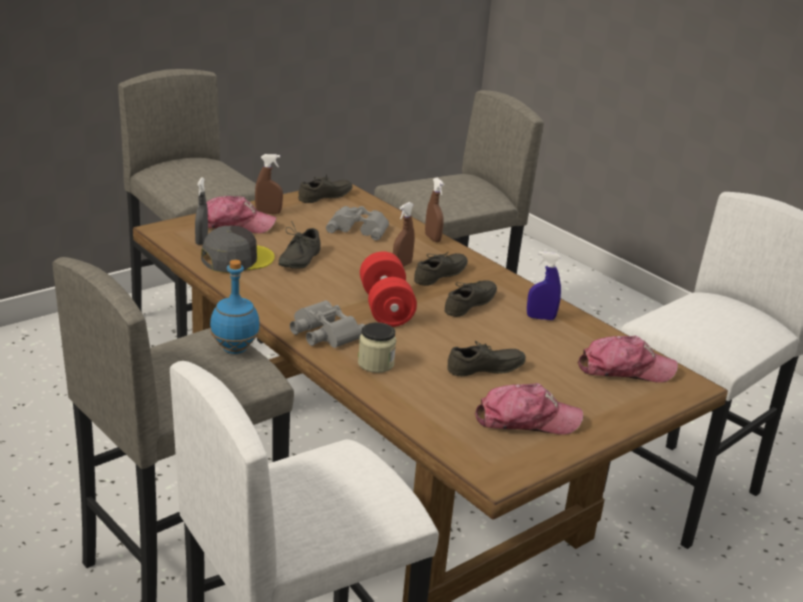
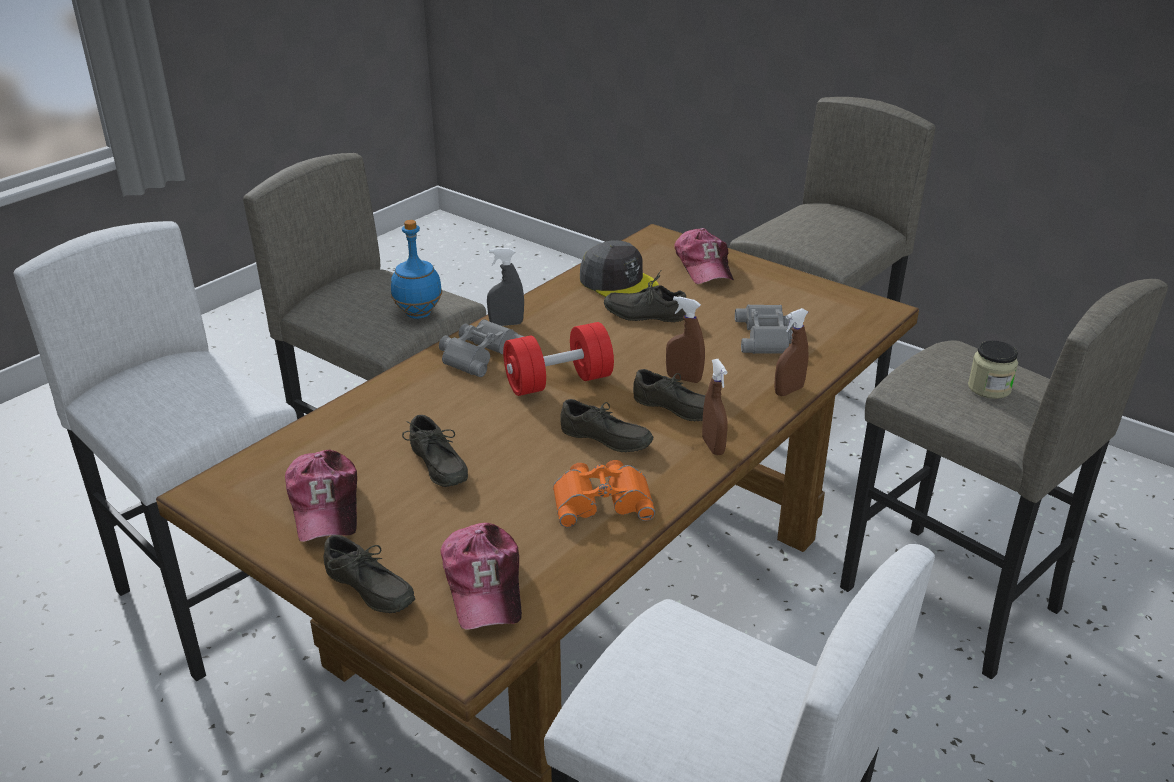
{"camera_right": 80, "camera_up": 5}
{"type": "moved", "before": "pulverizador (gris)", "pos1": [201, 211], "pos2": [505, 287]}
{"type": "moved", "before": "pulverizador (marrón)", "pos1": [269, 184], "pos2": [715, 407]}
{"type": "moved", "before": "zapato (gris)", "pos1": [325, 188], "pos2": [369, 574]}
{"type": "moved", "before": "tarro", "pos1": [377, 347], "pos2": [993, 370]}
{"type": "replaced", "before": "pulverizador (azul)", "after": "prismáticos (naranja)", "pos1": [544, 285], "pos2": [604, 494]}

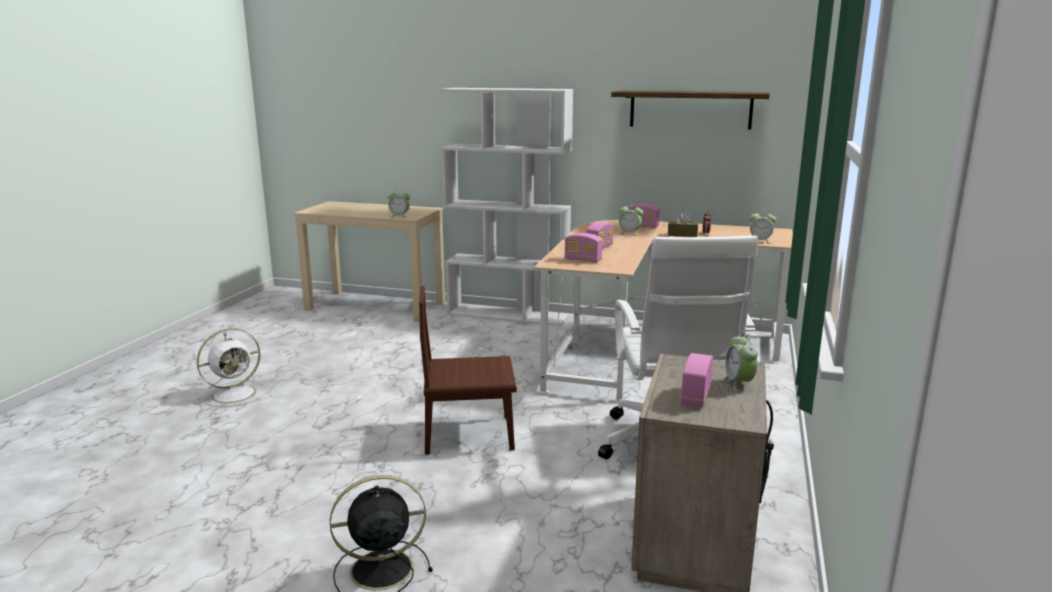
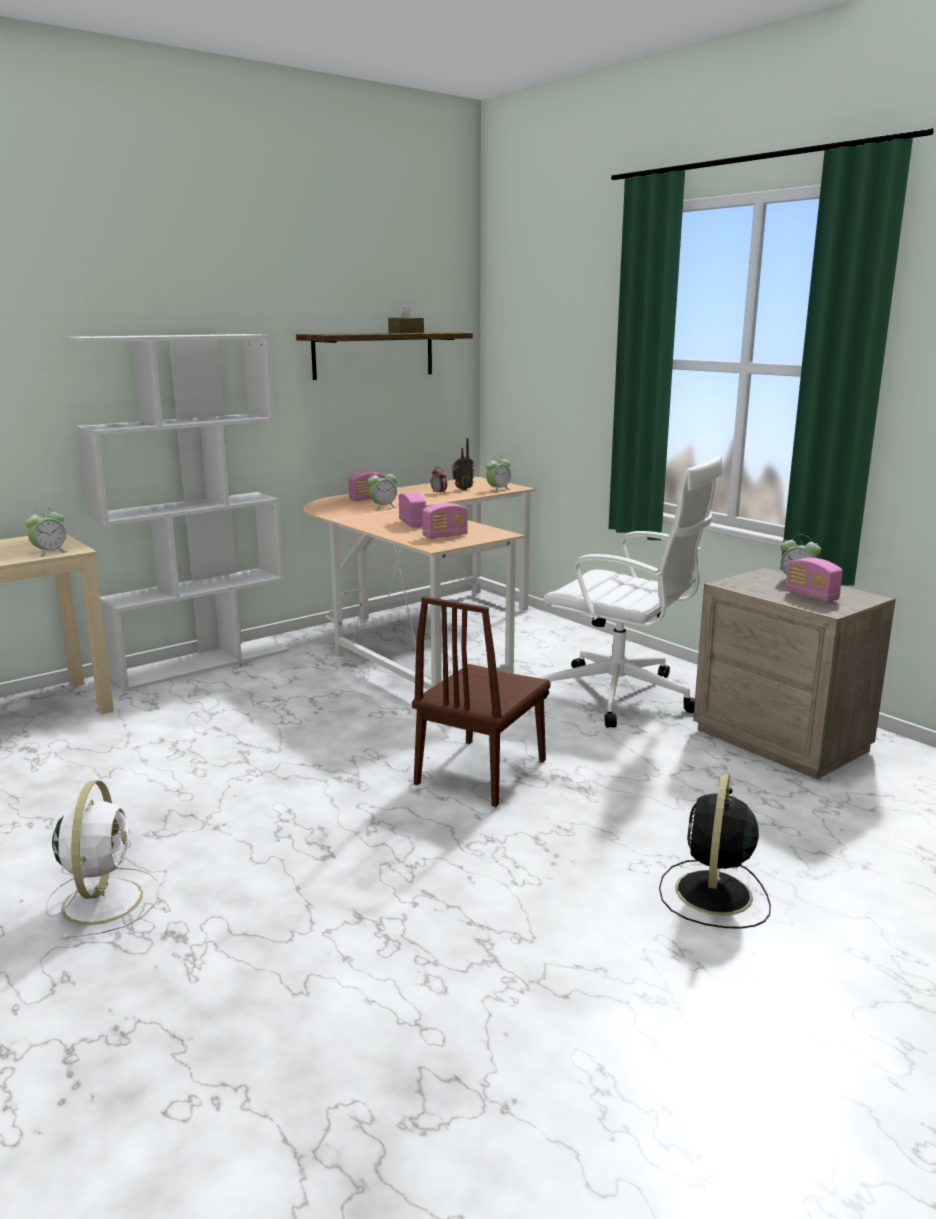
{"camera_right": -55, "camera_up": 0}
{"type": "moved", "before": "caja de pañuelos (marrón)", "pos1": [683, 224], "pos2": [406, 318]}
{"type": "added", "after": "radio", "pos2": [463, 464]}

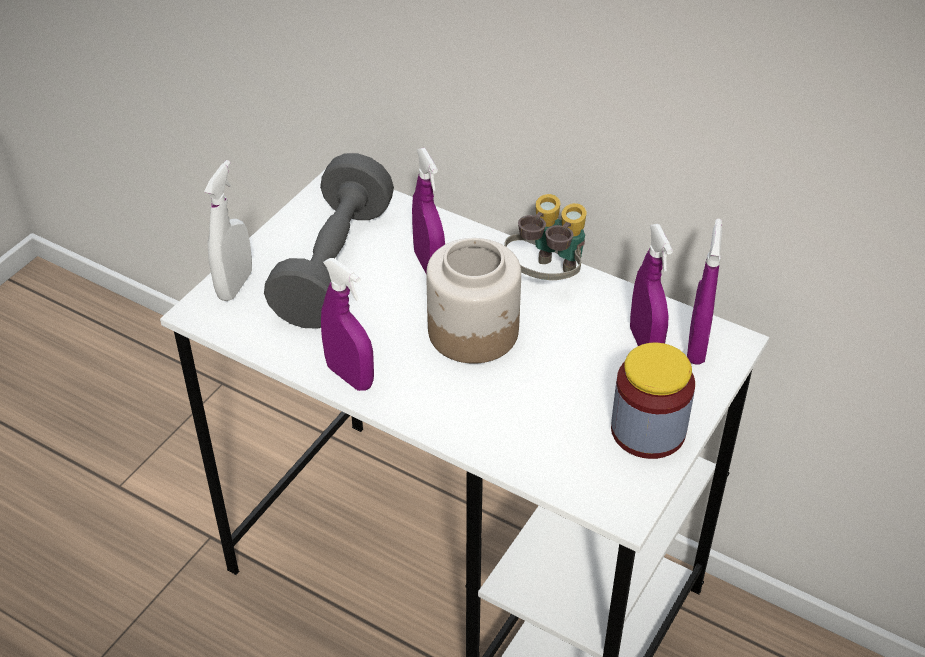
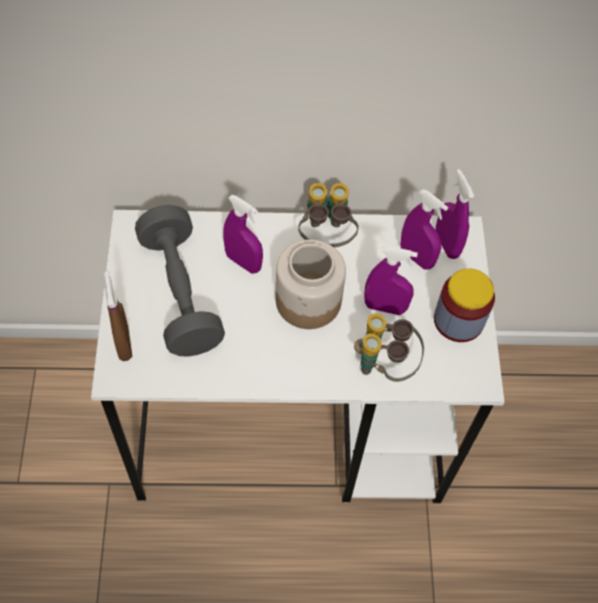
{"camera_right": -35, "camera_up": 15}
{"type": "recoloured", "before": "pulverizador (blanco)", "after": "pulverizador (marrón)", "pos1": [228, 230], "pos2": [118, 316]}
{"type": "moved", "before": "pulverizador (morado)", "pos1": [347, 324], "pos2": [391, 280]}
{"type": "added", "after": "prismáticos", "pos2": [389, 347]}

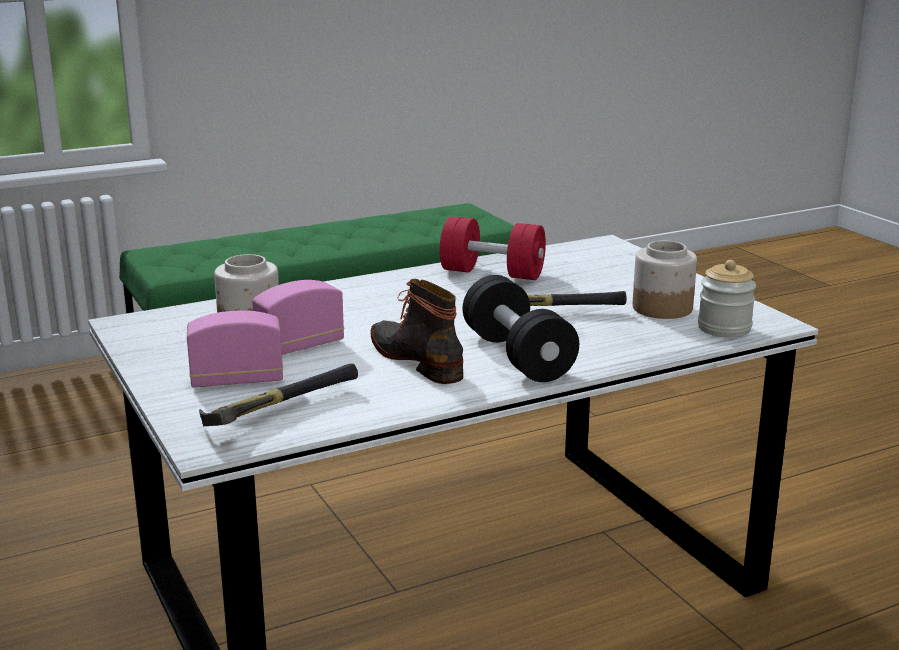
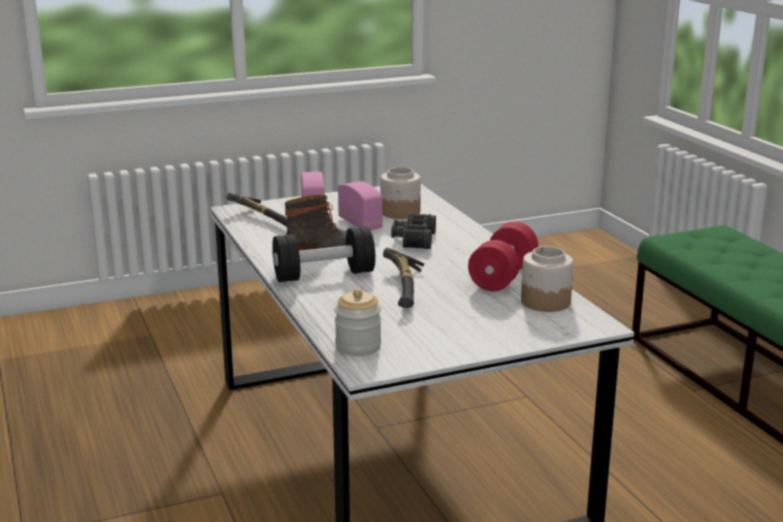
{"camera_right": 95, "camera_up": 0}
{"type": "moved", "before": "tarro", "pos1": [665, 280], "pos2": [547, 279]}
{"type": "added", "after": "prismáticos (negro)", "pos2": [413, 231]}

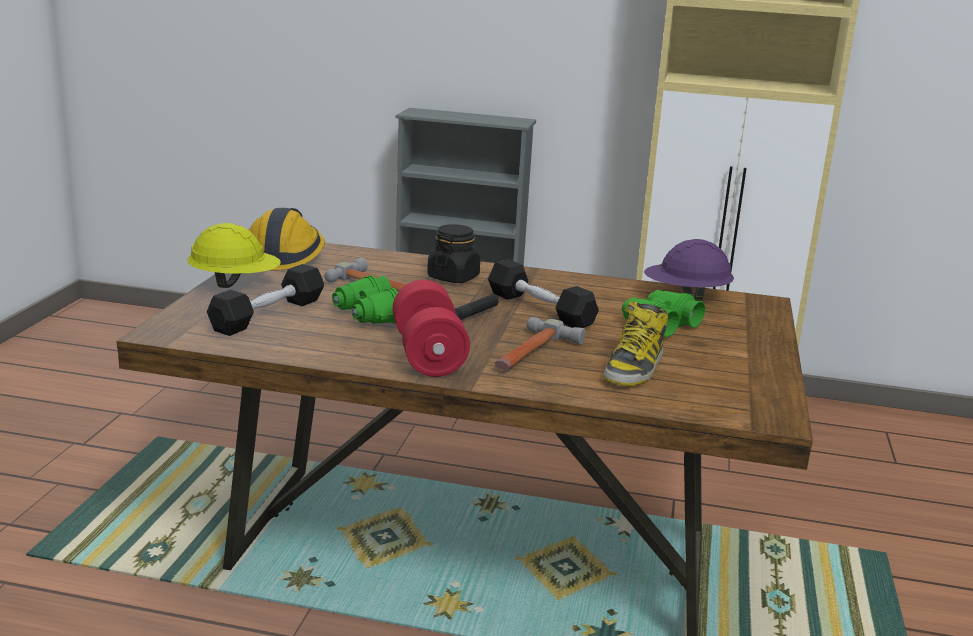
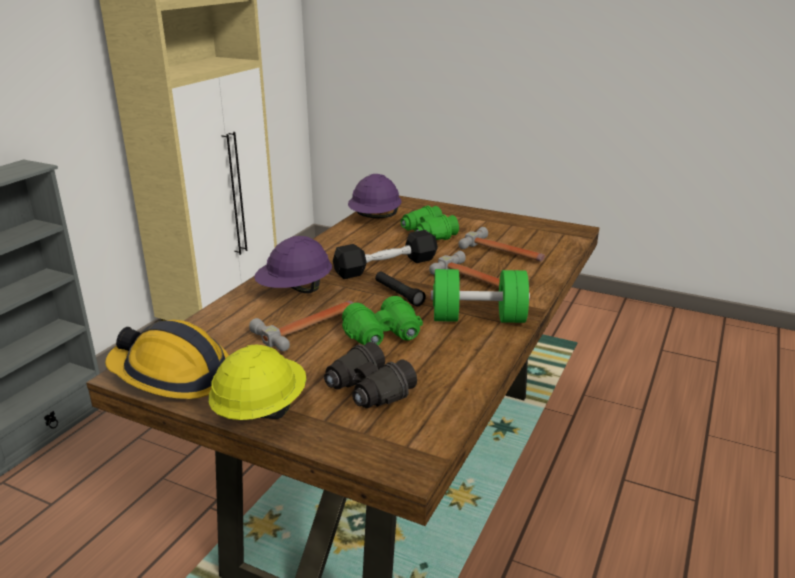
{"camera_right": -75, "camera_up": 5}
{"type": "replaced", "before": "mancuerna (negro)", "after": "prismáticos (negro)", "pos1": [265, 300], "pos2": [370, 375]}
{"type": "recoloured", "before": "mancuerna (rojo)", "after": "mancuerna (verde)", "pos1": [431, 328], "pos2": [480, 296]}
{"type": "replaced", "before": "tarro (negro)", "after": "casco (morado)", "pos1": [453, 253], "pos2": [293, 264]}
{"type": "replaced", "before": "bota", "after": "martillo", "pos1": [635, 343], "pos2": [501, 244]}

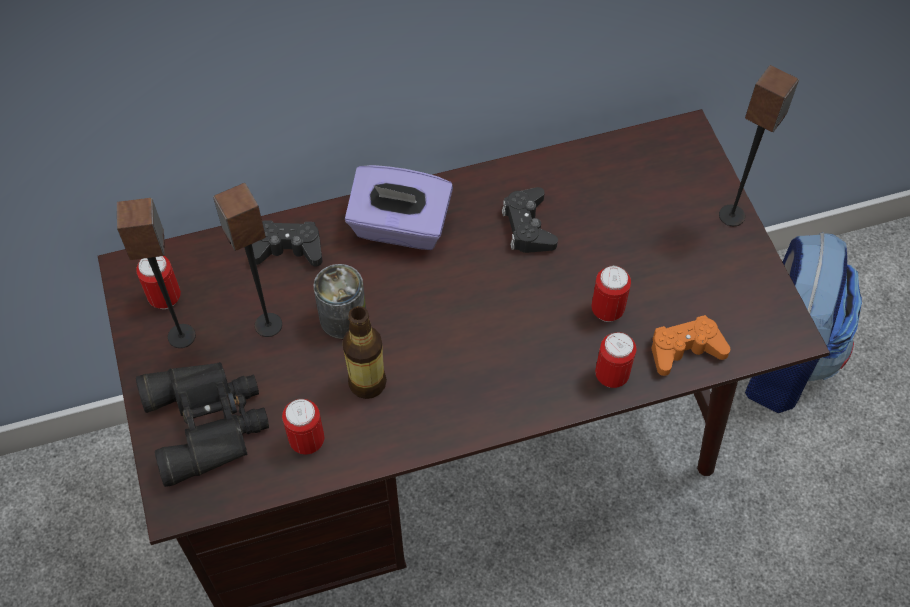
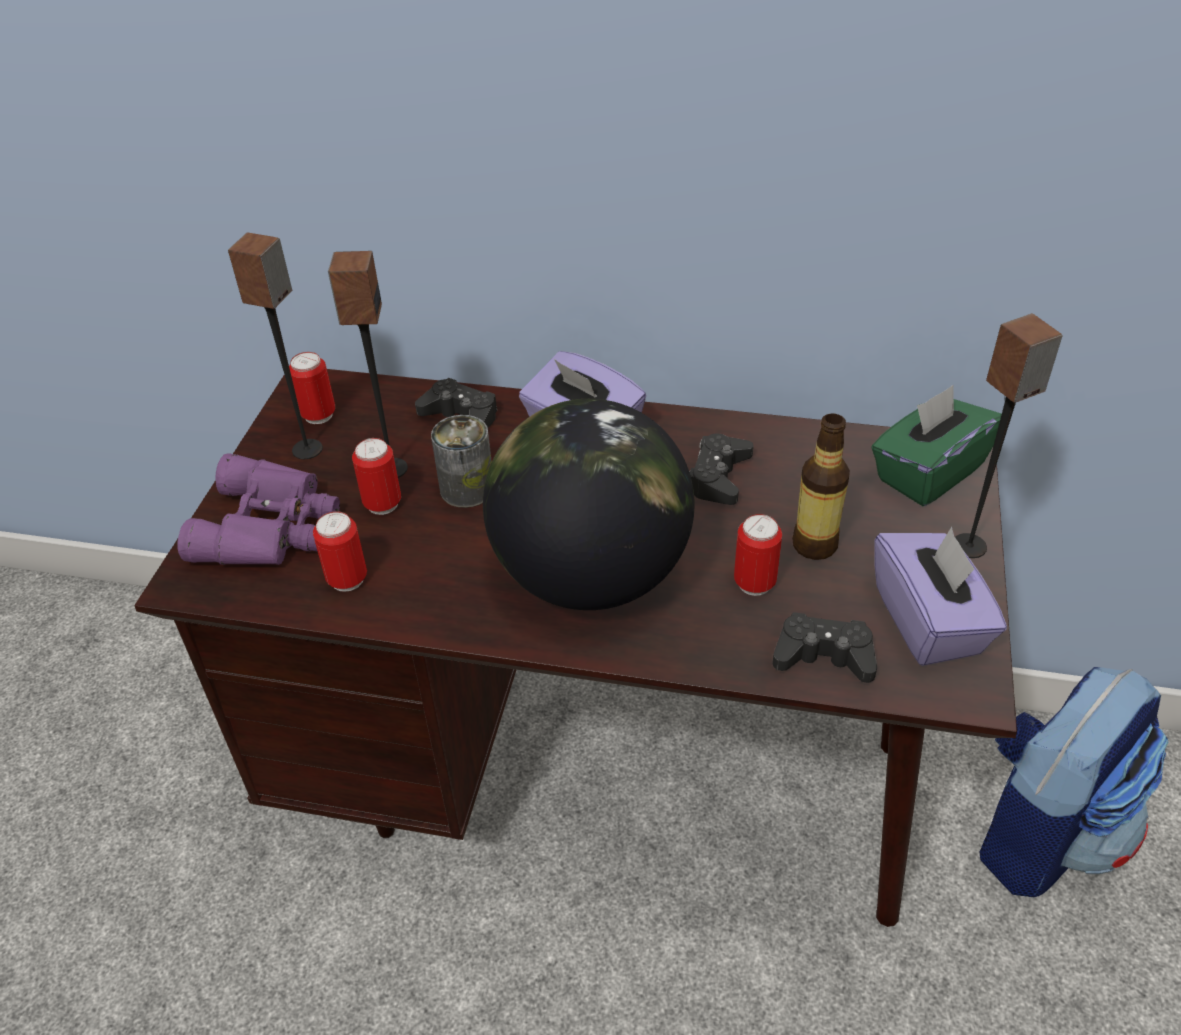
{"camera_right": 30, "camera_up": -15}
{"type": "recoloured", "before": "prismáticos (negro)", "after": "prismáticos (morado)", "pos1": [202, 424], "pos2": [258, 509]}
{"type": "moved", "before": "botella", "pos1": [365, 352], "pos2": [821, 486]}
{"type": "moved", "before": "lata", "pos1": [615, 360], "pos2": [376, 476]}
{"type": "recoloured", "before": "mando de consola (naranja)", "after": "mando de consola (negro)", "pos1": [691, 345], "pos2": [825, 647]}
{"type": "added", "after": "globo terráqueo", "pos2": [589, 504]}
{"type": "added", "after": "caja de pañuelos (verde)", "pos2": [936, 445]}
{"type": "added", "after": "caja de pañuelos (morado)", "pos2": [941, 596]}

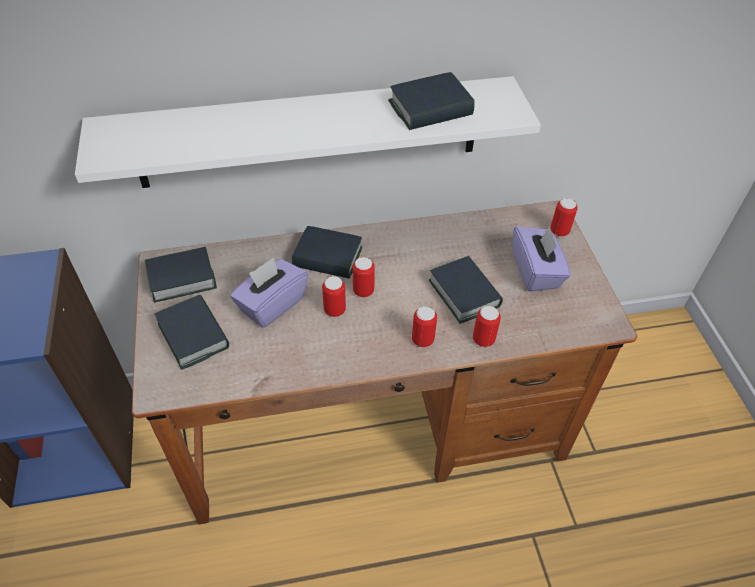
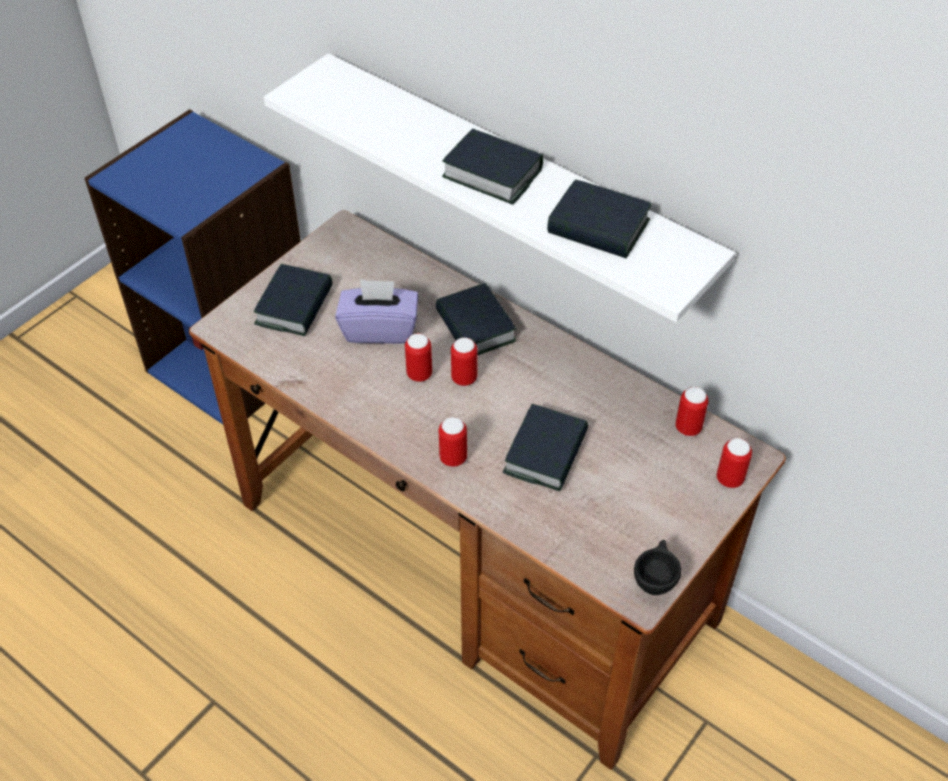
{"camera_right": 50, "camera_up": 0}
{"type": "moved", "before": "libro", "pos1": [181, 274], "pos2": [492, 166]}
{"type": "moved", "before": "lata", "pos1": [487, 326], "pos2": [691, 412]}
{"type": "removed", "before": "caja de pañuelos (morado)", "pos1": [542, 259]}
{"type": "added", "after": "taza (negro)", "pos2": [657, 567]}

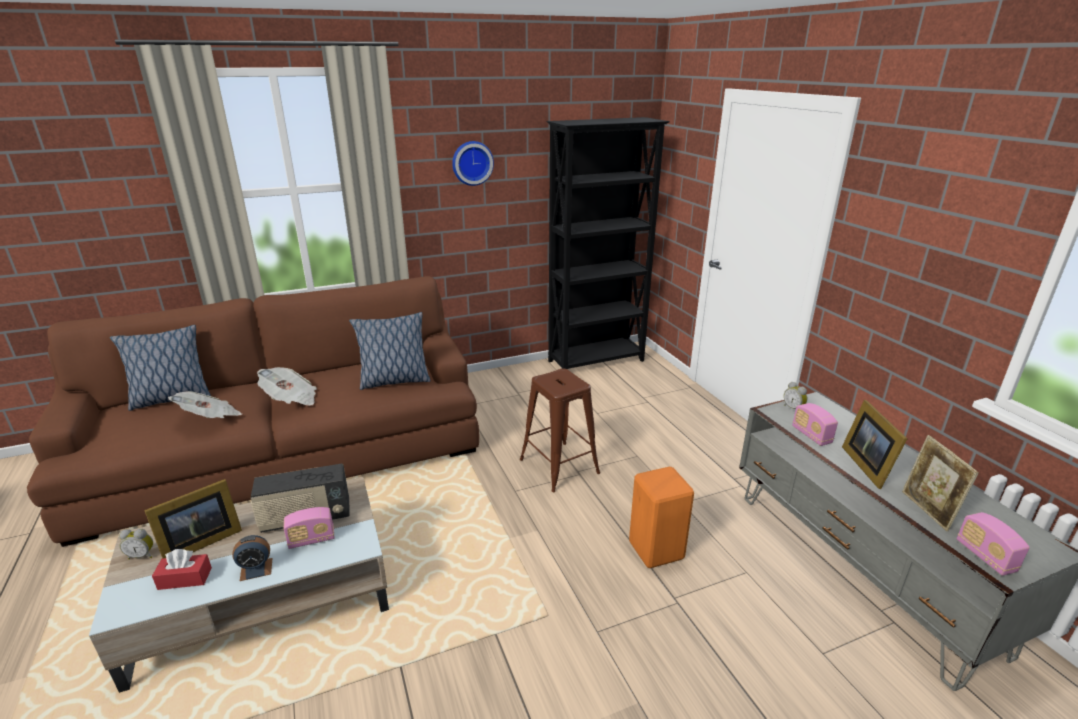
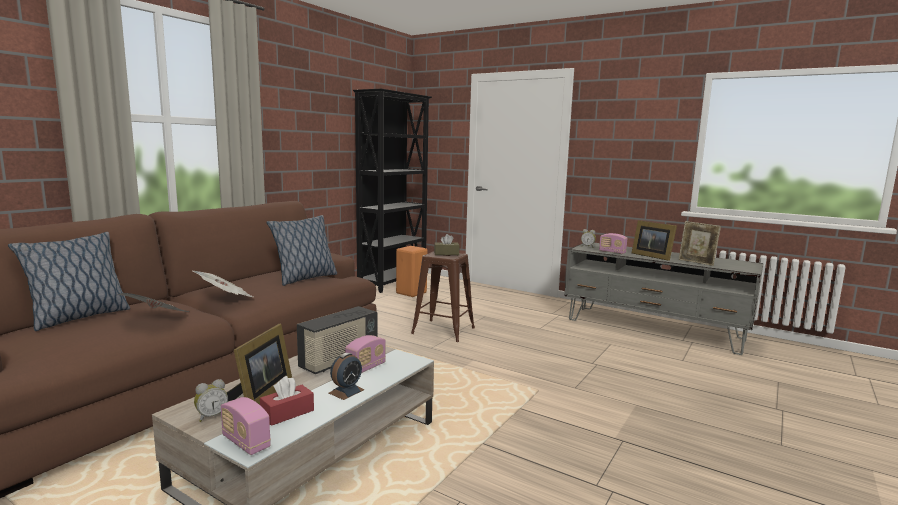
{"camera_right": -35, "camera_up": -15}
{"type": "removed", "before": "reloj de pared", "pos1": [473, 163]}
{"type": "moved", "before": "taburete (naranja)", "pos1": [661, 517], "pos2": [412, 271]}
{"type": "moved", "before": "radio", "pos1": [993, 544], "pos2": [246, 426]}
{"type": "added", "after": "caja de pañuelos (marrón)", "pos2": [447, 244]}

